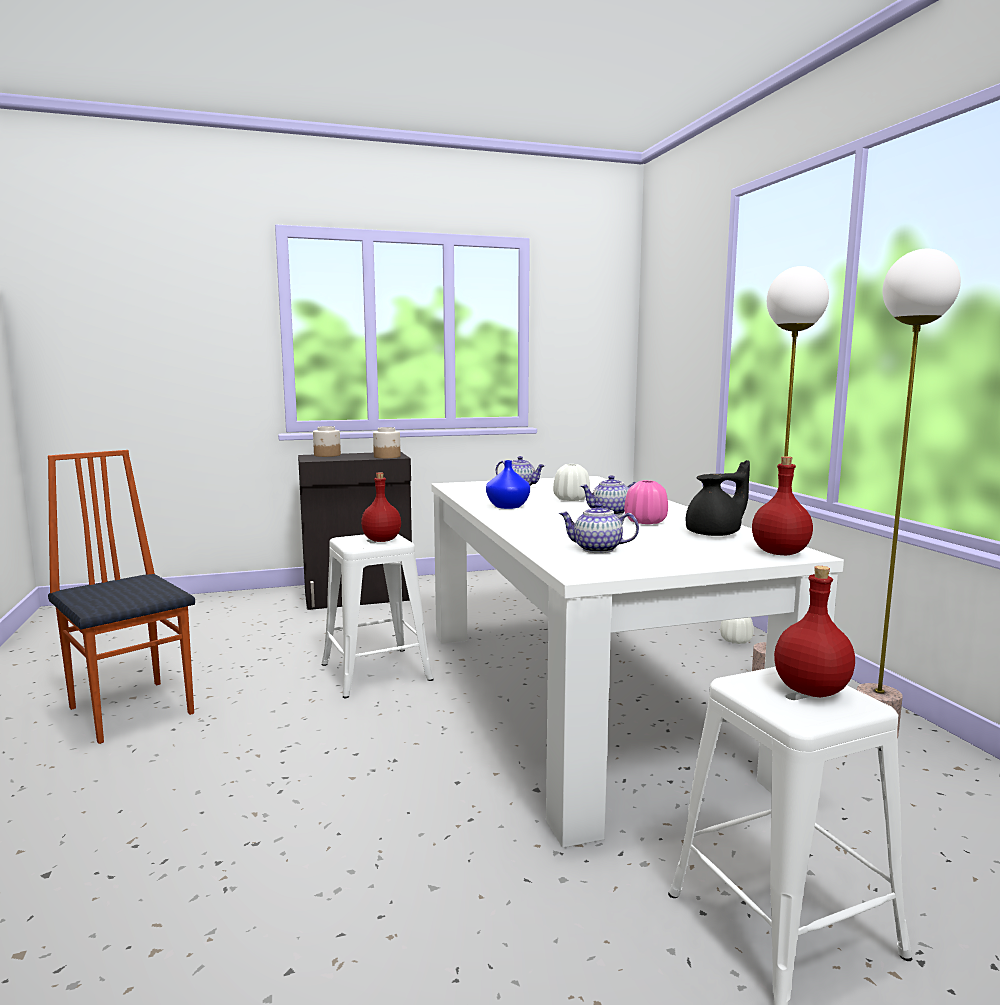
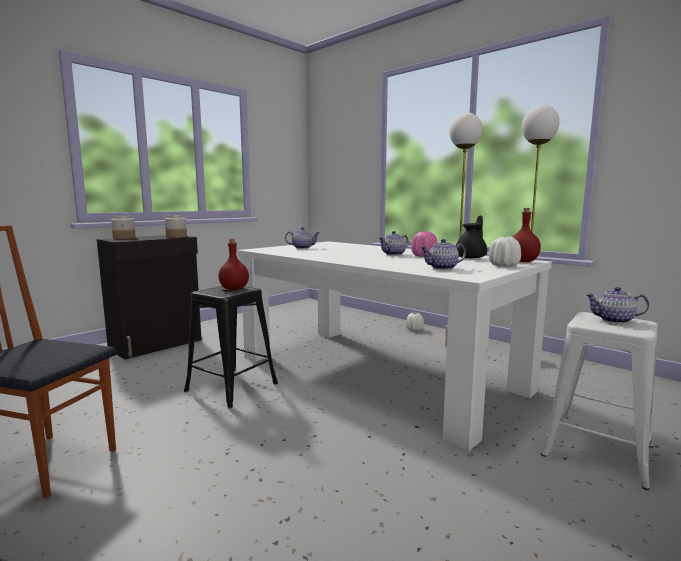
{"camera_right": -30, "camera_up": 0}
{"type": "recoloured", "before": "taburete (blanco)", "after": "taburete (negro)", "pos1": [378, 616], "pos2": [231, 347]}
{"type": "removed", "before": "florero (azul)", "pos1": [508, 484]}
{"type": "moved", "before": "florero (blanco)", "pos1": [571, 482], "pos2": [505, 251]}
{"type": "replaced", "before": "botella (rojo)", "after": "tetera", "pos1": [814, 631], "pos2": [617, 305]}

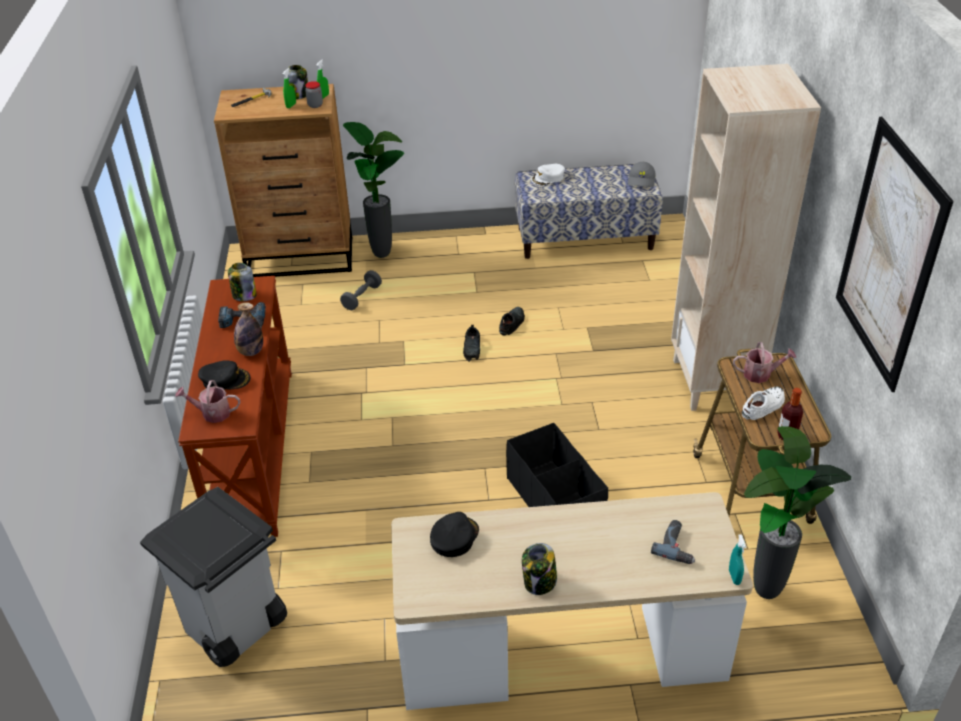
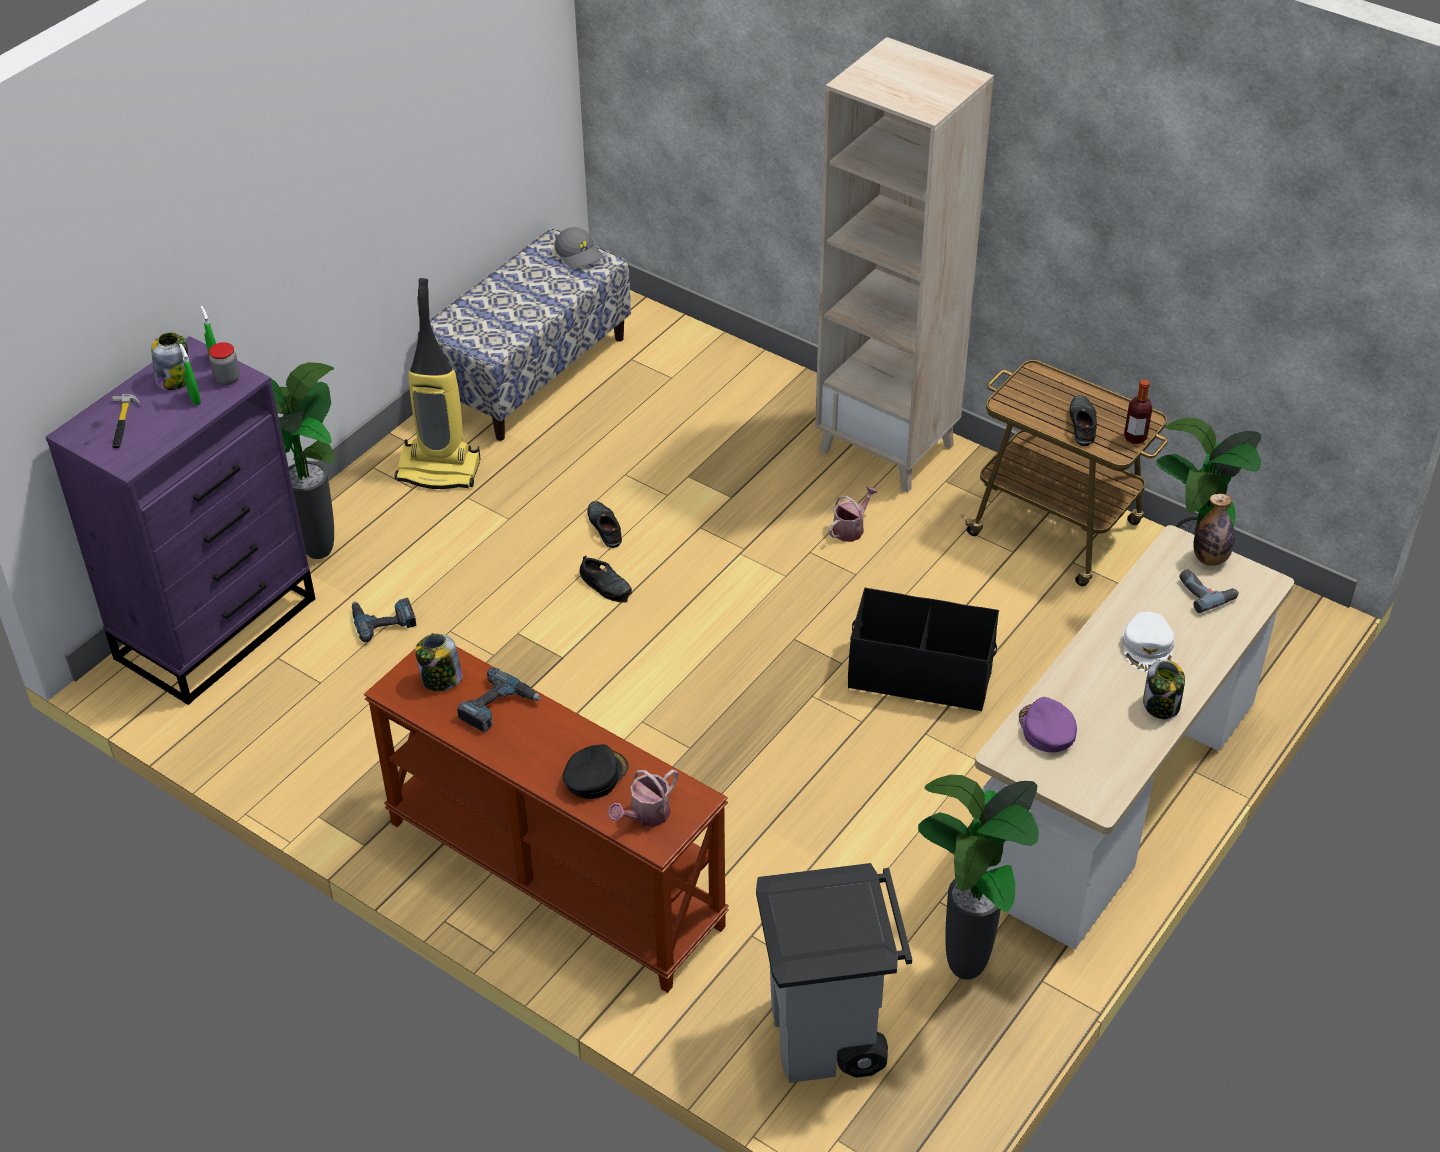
{"camera_right": -50, "camera_up": 5}
{"type": "recoloured", "before": "cómoda (marrón)", "after": "cómoda (morado)", "pos1": [283, 180], "pos2": [180, 520]}
{"type": "moved", "before": "botella", "pos1": [248, 329], "pos2": [1214, 530]}
{"type": "replaced", "before": "mancuerna (gris)", "after": "taladro", "pos1": [361, 290], "pos2": [384, 620]}
{"type": "recoloured", "before": "gorra (negro)", "after": "gorra (morado)", "pos1": [454, 534], "pos2": [1048, 724]}
{"type": "moved", "before": "gorra (blanco)", "pos1": [548, 174], "pos2": [1148, 642]}
{"type": "removed", "before": "pulverizador (turquesa)", "pos1": [737, 559]}
{"type": "moved", "before": "regadera", "pos1": [764, 362], "pos2": [853, 514]}
{"type": "recoloured", "before": "zapato (blanco)", "after": "zapato (negro)", "pos1": [763, 403], "pos2": [1083, 420]}
{"type": "removed", "before": "cuadro", "pos1": [895, 254]}
{"type": "added", "after": "aspiradora", "pos2": [437, 383]}
{"type": "added", "after": "planta en maceta", "pos2": [978, 877]}

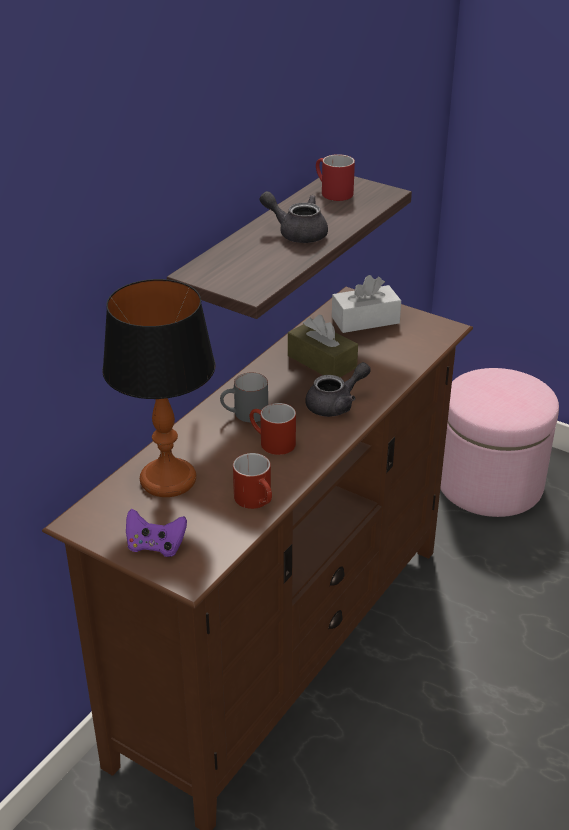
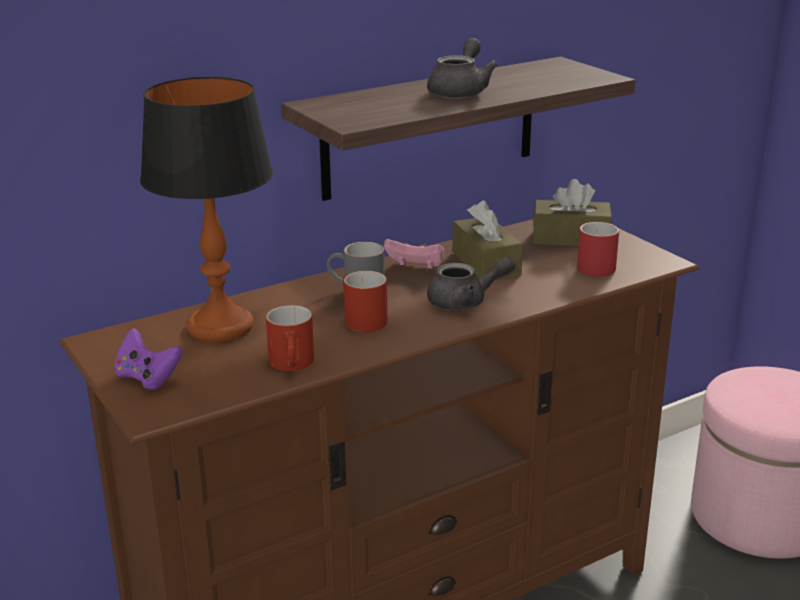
{"camera_right": 25, "camera_up": -10}
{"type": "turned", "before": "tetera (gris)", "pos1": [294, 217], "pos2": [462, 68], "turn": 60}
{"type": "moved", "before": "taza grande (rojo)", "pos1": [335, 177], "pos2": [598, 249]}
{"type": "recoloured", "before": "caja de pañuelos (blanco)", "after": "caja de pañuelos (marrón)", "pos1": [366, 304], "pos2": [572, 212]}
{"type": "added", "after": "mando de consola (rosa)", "pos2": [414, 254]}

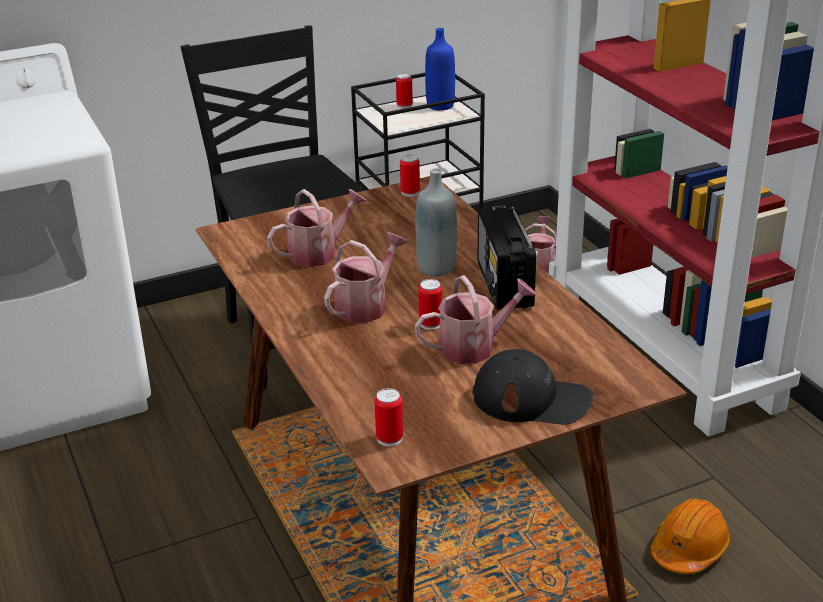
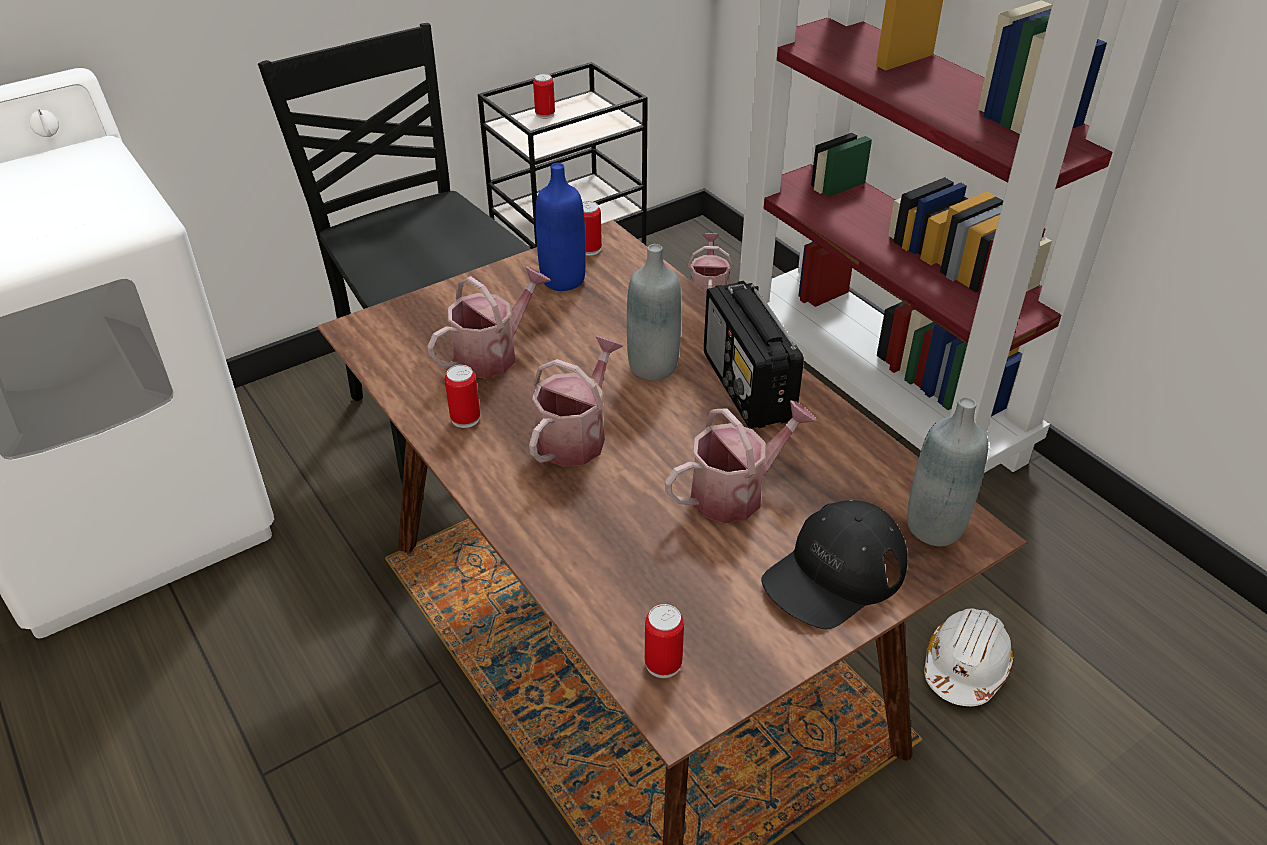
{"camera_right": -10, "camera_up": 10}
{"type": "moved", "before": "lata", "pos1": [430, 304], "pos2": [462, 396]}
{"type": "moved", "before": "botella (azul)", "pos1": [440, 69], "pos2": [561, 227]}
{"type": "turned", "before": "gorra (negro)", "pos1": [533, 387], "pos2": [834, 564], "turn": 135}
{"type": "recoloured", "before": "casco (naranja)", "after": "casco (blanco)", "pos1": [690, 536], "pos2": [969, 657]}
{"type": "added", "after": "botella (gris)", "pos2": [947, 471]}

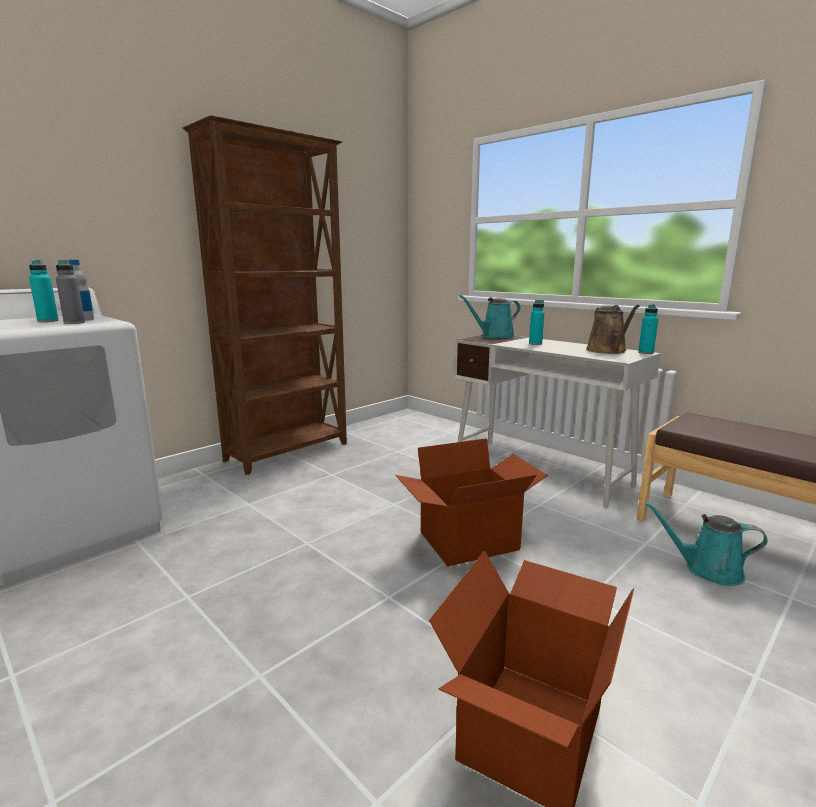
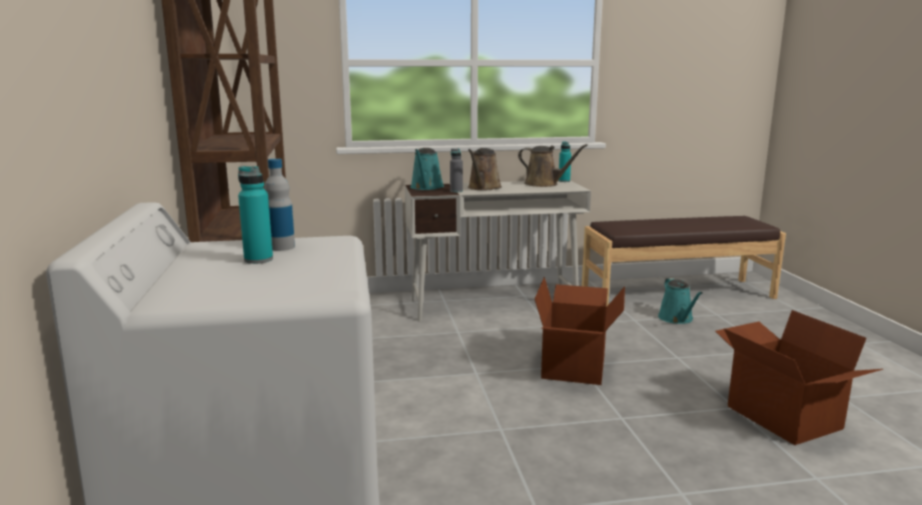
{"camera_right": -55, "camera_up": 0}
{"type": "moved", "before": "botella (gris)", "pos1": [70, 292], "pos2": [456, 170]}
{"type": "replaced", "before": "botella (turquesa)", "after": "regadera (marrón)", "pos1": [536, 322], "pos2": [485, 169]}
{"type": "turned", "before": "regadera (turquesa)", "pos1": [706, 544], "pos2": [680, 301], "turn": -60}

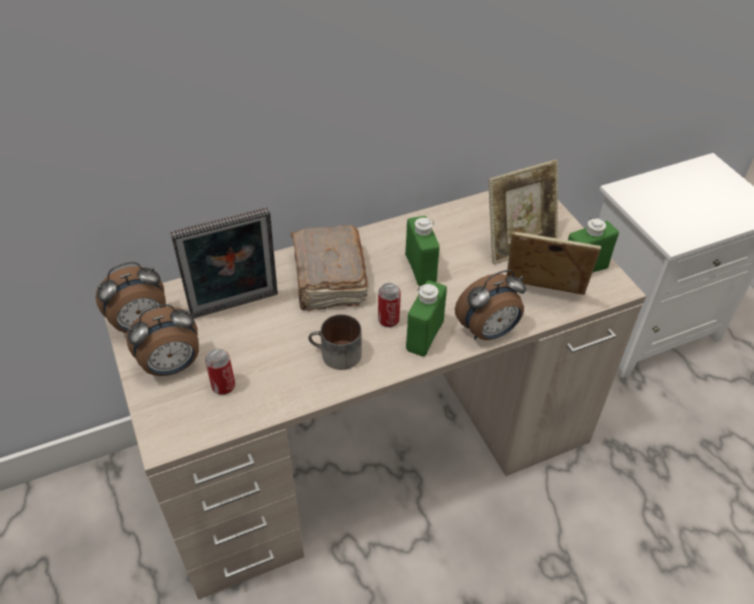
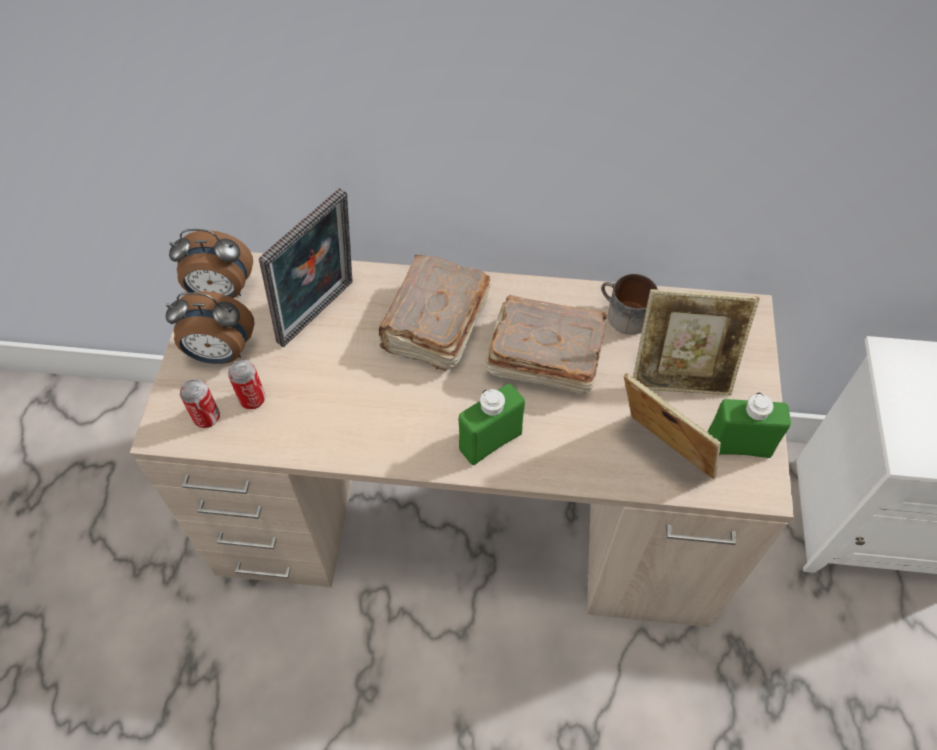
{"camera_right": 30, "camera_up": 10}
{"type": "turned", "before": "portarretratos", "pos1": [224, 262], "pos2": [306, 267], "turn": -60}
{"type": "moved", "before": "taza grande", "pos1": [335, 342], "pos2": [629, 304]}
{"type": "moved", "before": "lata", "pos1": [389, 305], "pos2": [200, 403]}
{"type": "replaced", "before": "botella (verde)", "after": "libro (marrón)", "pos1": [422, 251], "pos2": [546, 344]}
{"type": "removed", "before": "despertador", "pos1": [490, 305]}

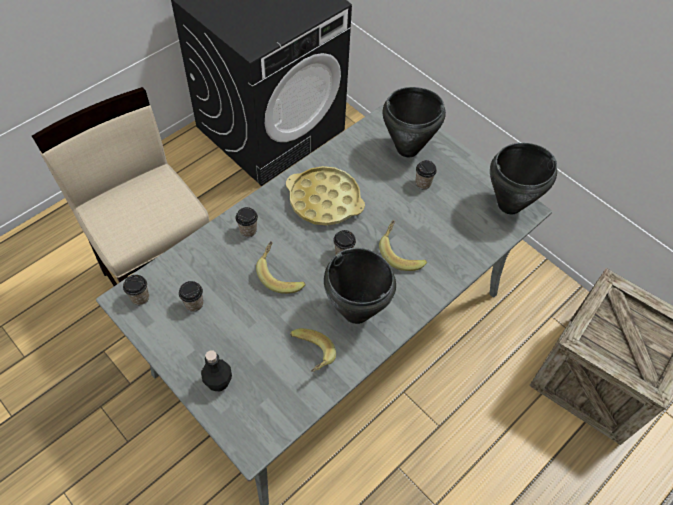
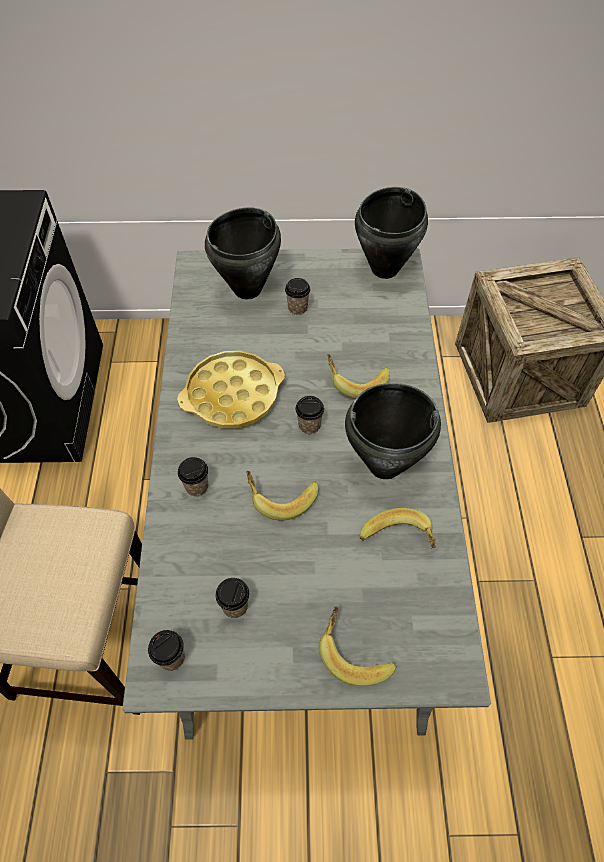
{"camera_right": -45, "camera_up": 0}
{"type": "replaced", "before": "botella (negro)", "after": "plátano", "pos1": [216, 371], "pos2": [358, 646]}

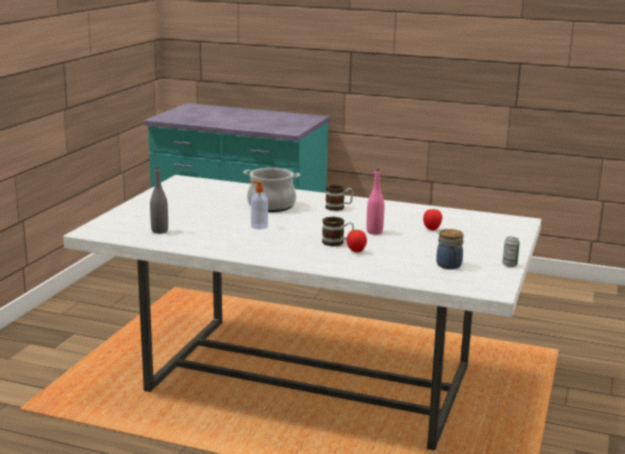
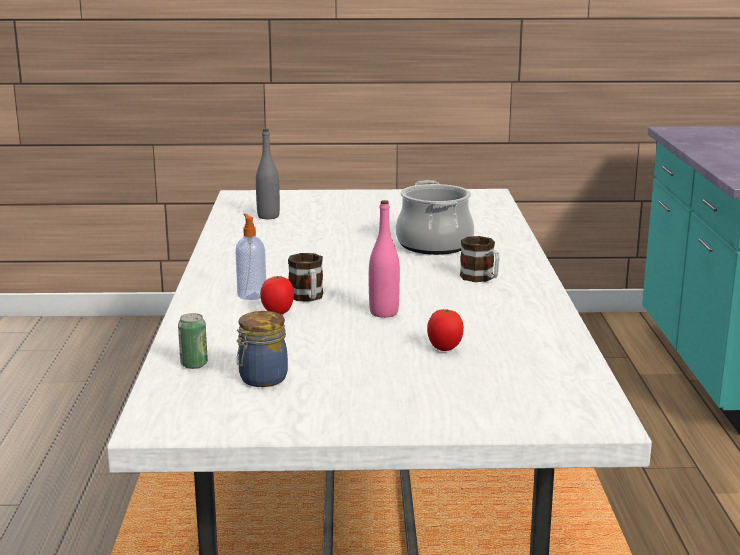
{"camera_right": 70, "camera_up": 0}
{"type": "moved", "before": "dispensador de jabón", "pos1": [258, 205], "pos2": [250, 257]}
{"type": "moved", "before": "lata", "pos1": [511, 252], "pos2": [193, 341]}

